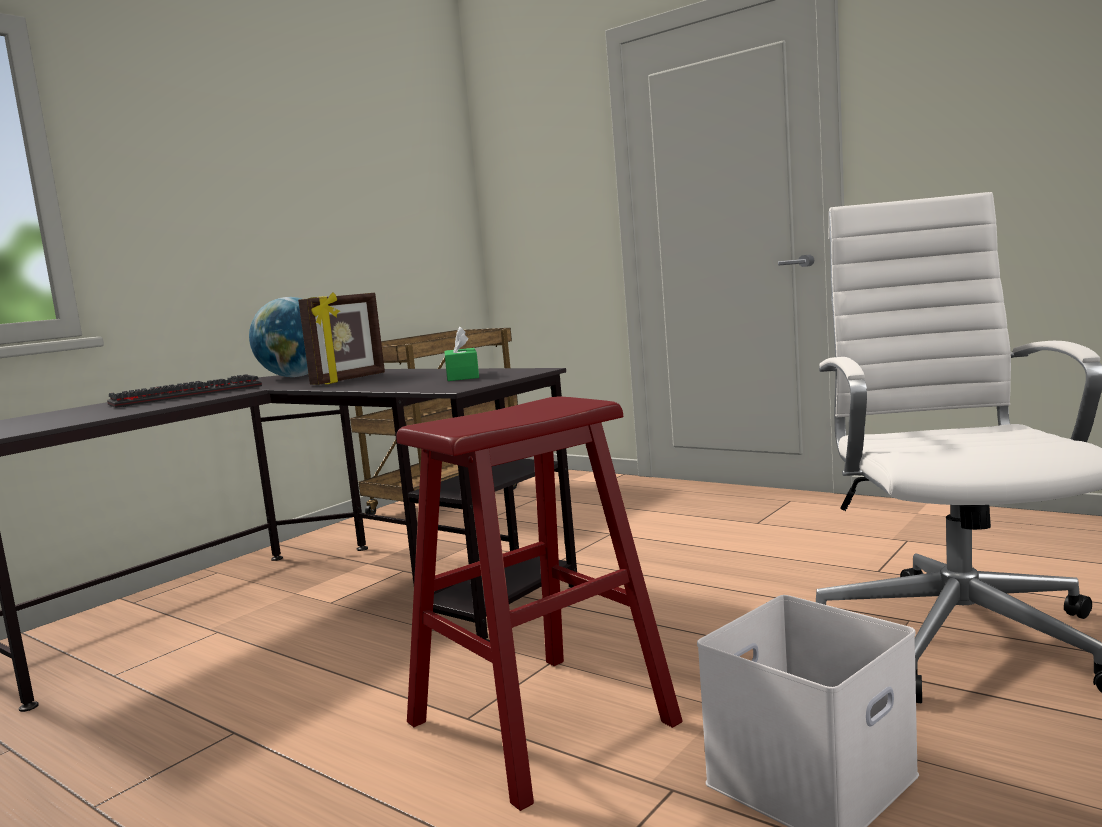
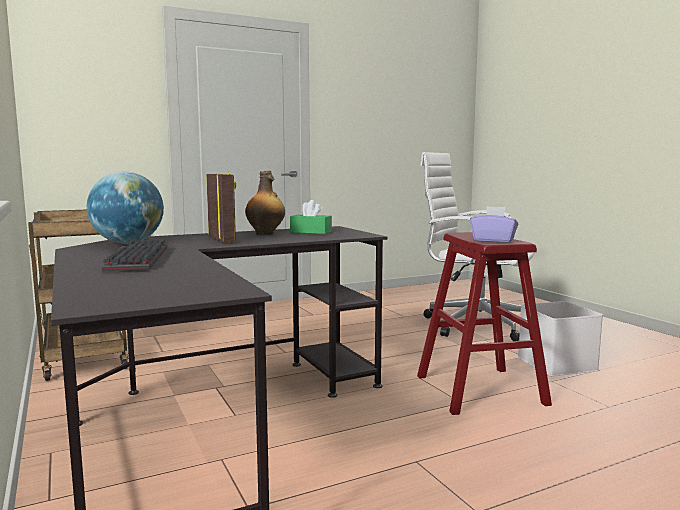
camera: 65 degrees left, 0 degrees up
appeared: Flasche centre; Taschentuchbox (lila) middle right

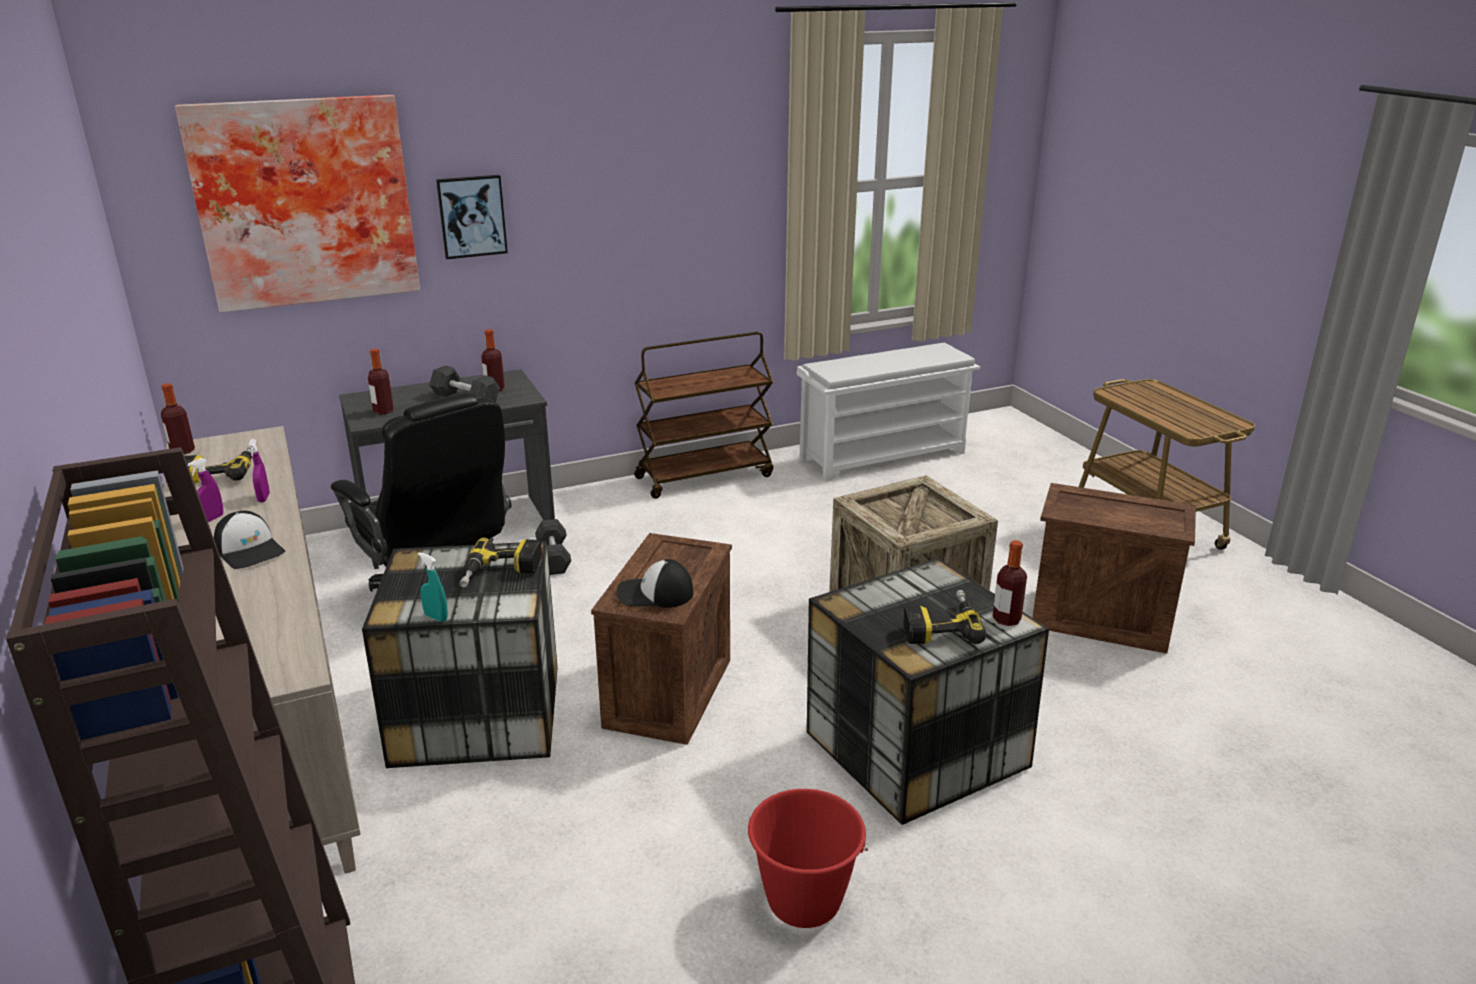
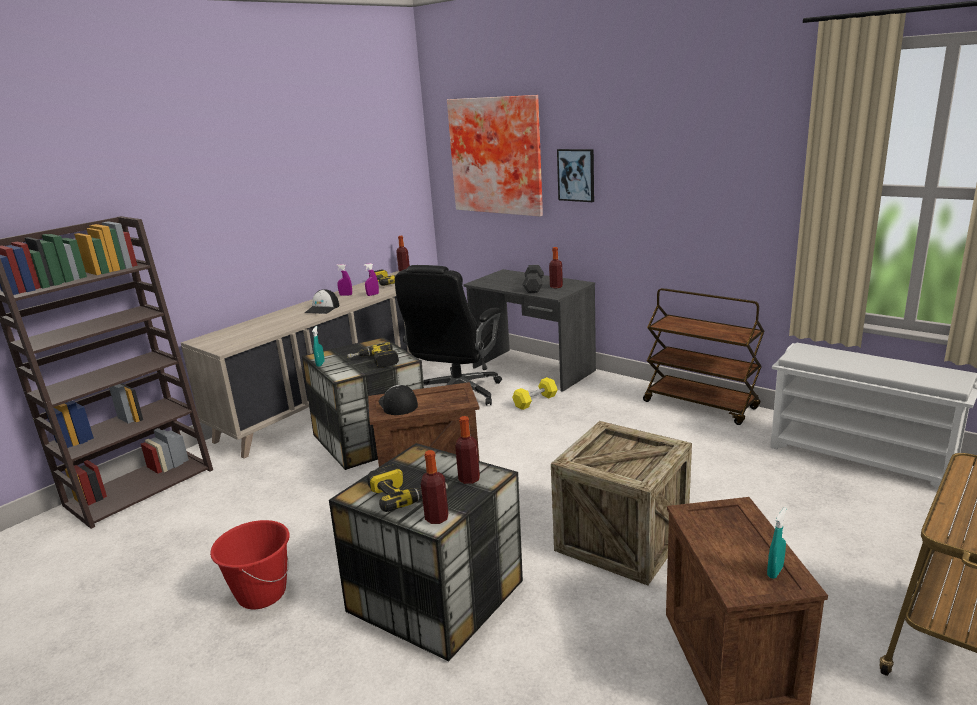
camera: 65 degrees right, 5 degrees down
appeared: Sprühflasche (türkis) (no. 2 from left) bottom right
relocated: Flasche (no. 2 from left in the first image) middle left to Flasche (no. 3 from left) centre
colour: Hantel (grau) (no. 2 from left) centre to Hantel (gelb) centre

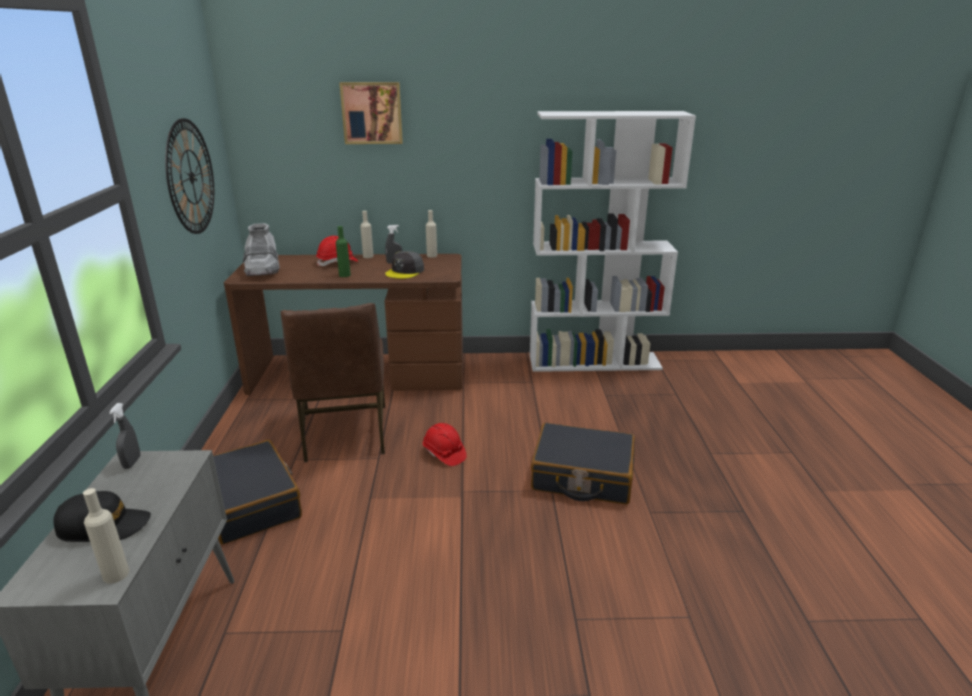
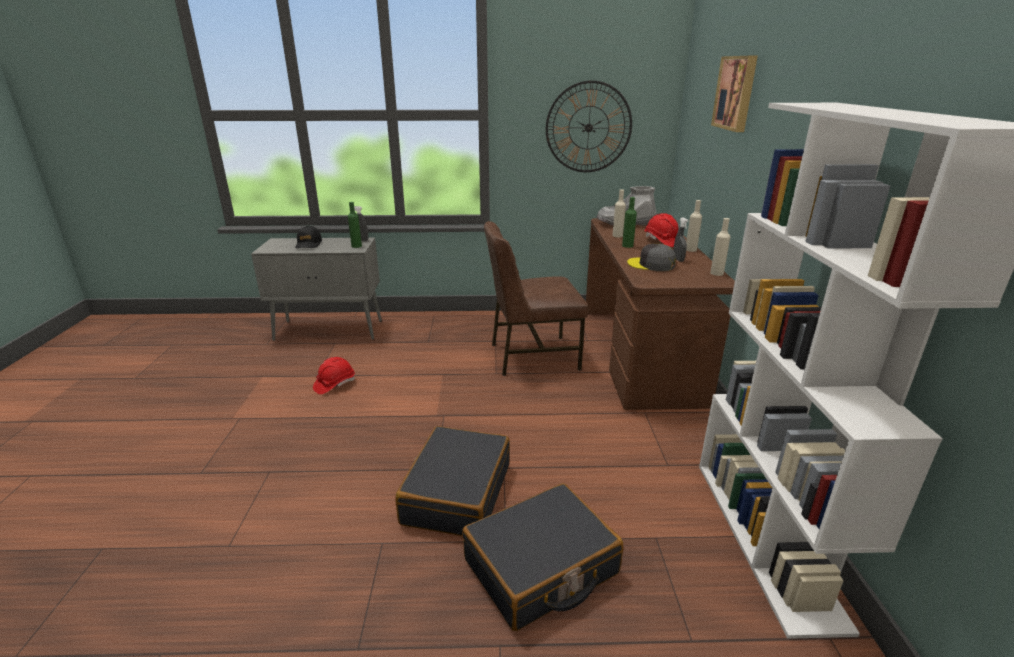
camera: 90 degrees right, 0 degrees up
appeared: Flasche (grün) (no. 1 from left) centre
relocated: Schutzhelm (rot) (no. 2 from left in the first image) centre to Schutzhelm (rot) (no. 1 from left) middle left; Koffer (schwarz) (no. 1 from left in the first image) bottom left to Koffer (schwarz) (no. 2 from left) bottom centre; Flasche (beige) (no. 1 from left) bottom left to top centre

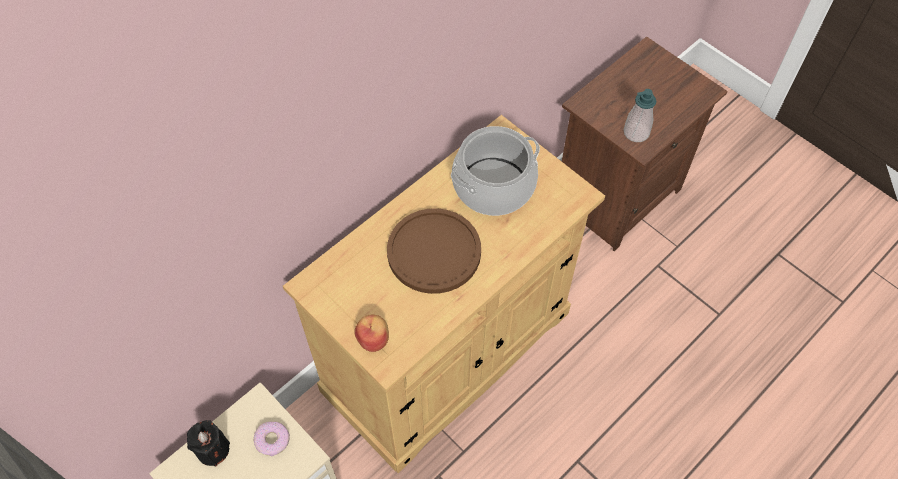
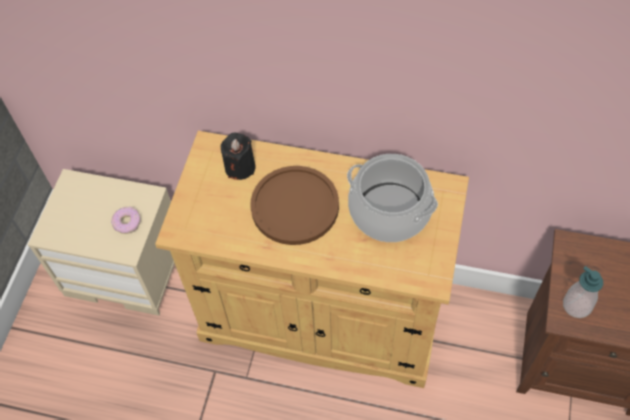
camera: 60 degrees right, 0 degrees up
missing: Apfel bottom centre
relocated: Kerze (schwarz) bottom left to centre

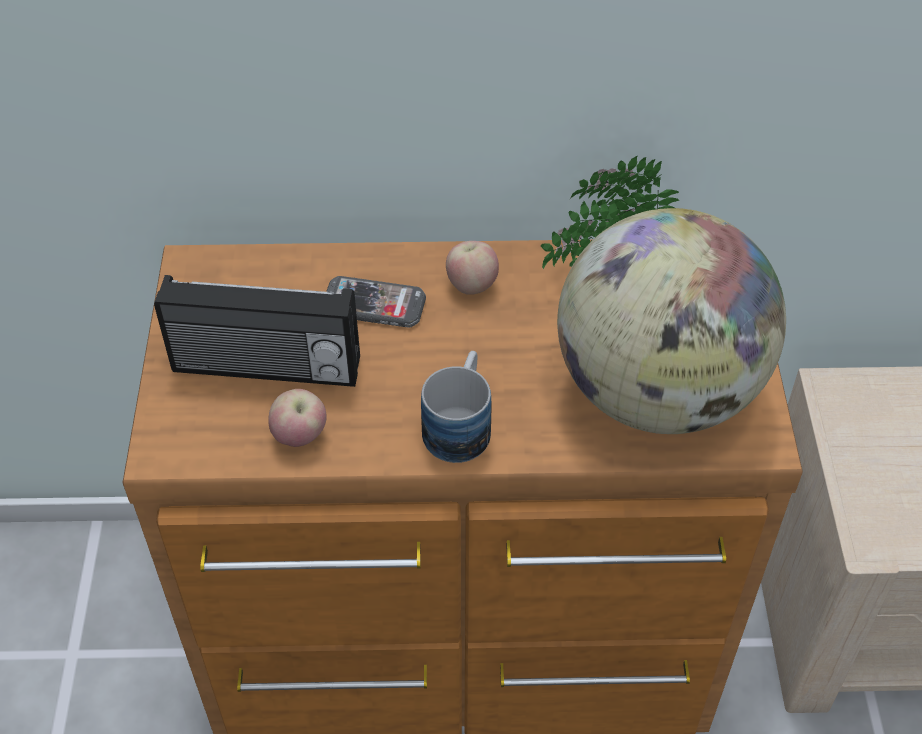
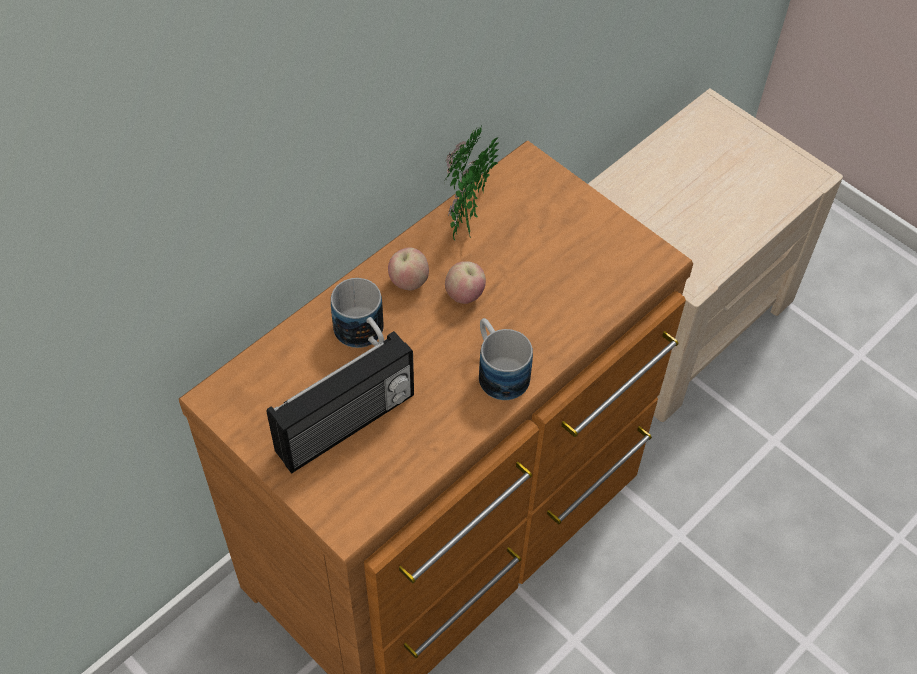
camera: 45 degrees left, 5 degrees up
missing: Globus middle right
relocated: Apfel (no. 1 from left in the first image) middle left to Apfel (no. 2 from left) centre
exchanged: Handy centre to Henkelbecher (no. 1 from left) centre

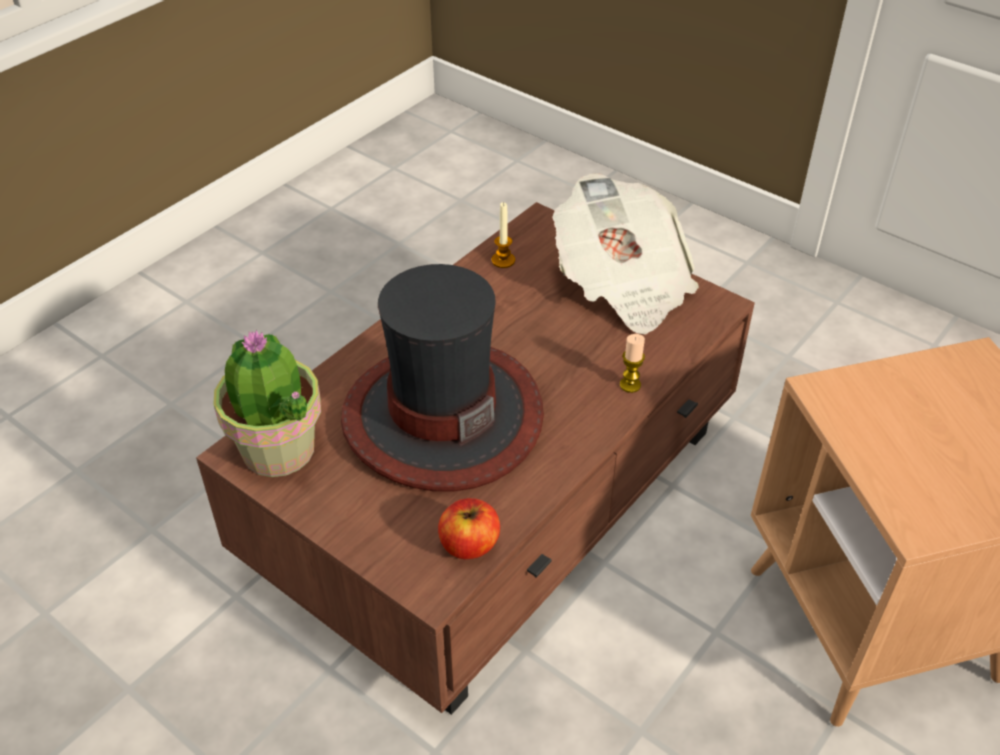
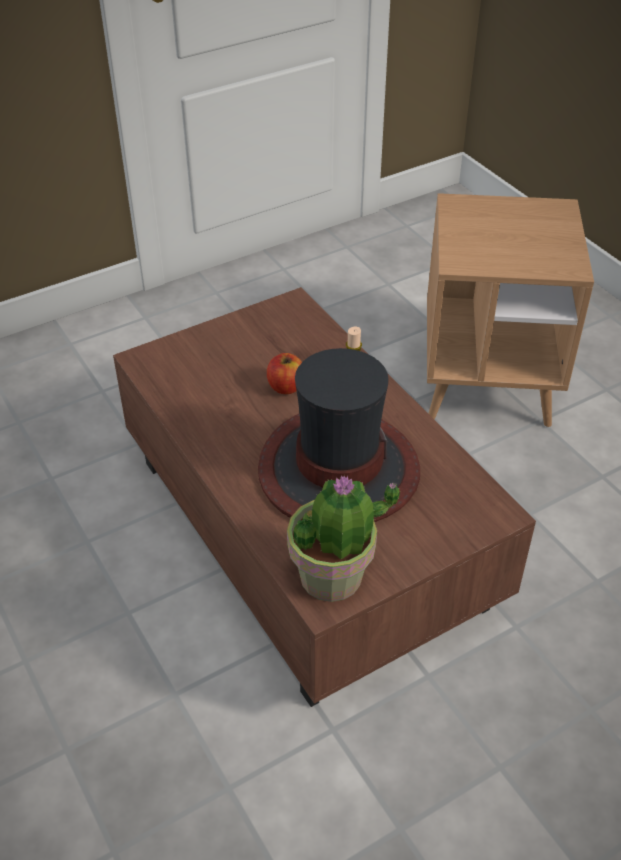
camera: 70 degrees left, 0 degrees up
missing: Zeitung centre; Kerze (no. 1 from left) top centre
relocated: Apfel bottom centre to centre

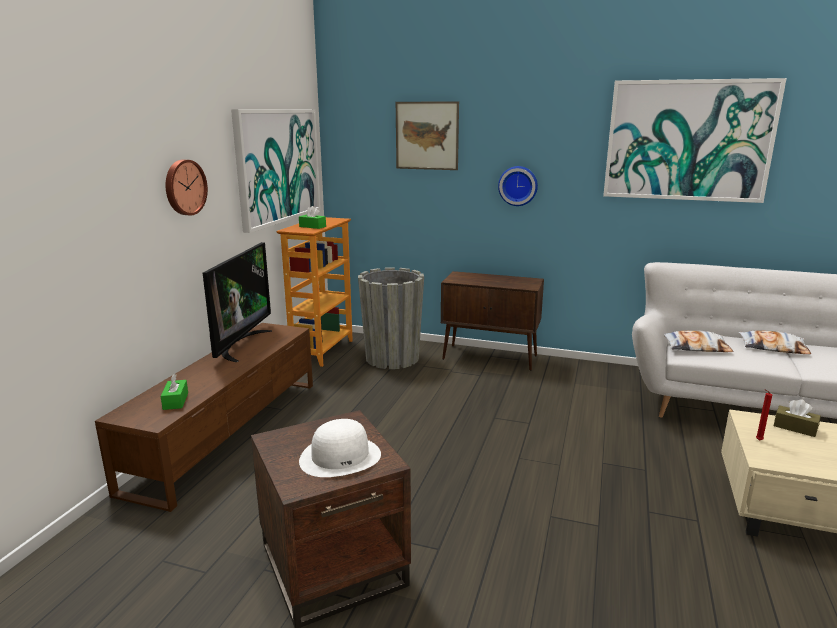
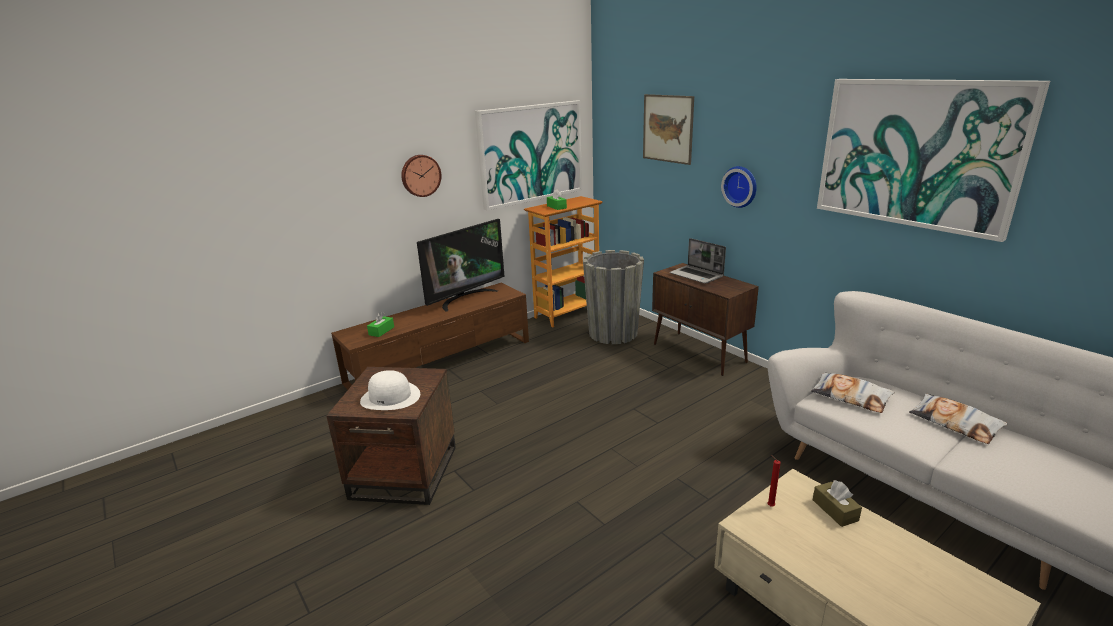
camera: 35 degrees right, 5 degrees up
appeared: Laptop centre

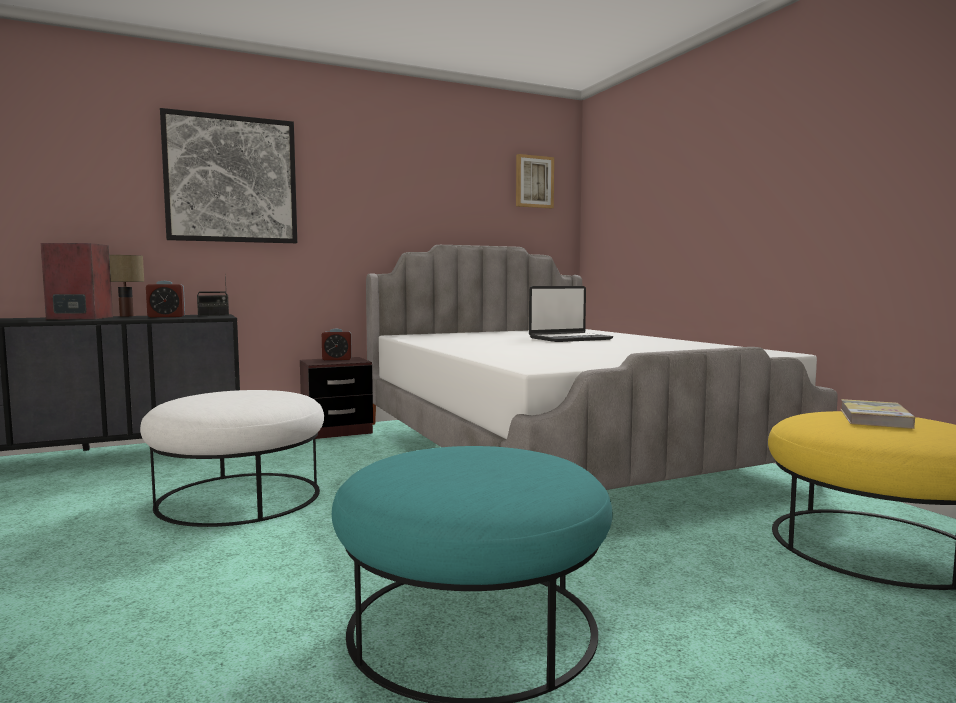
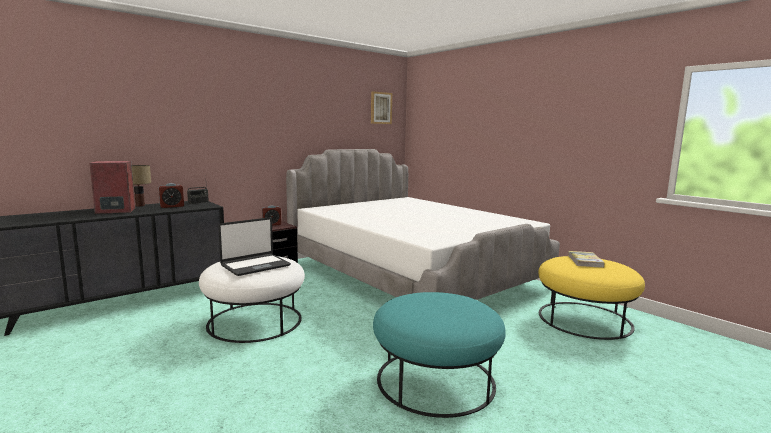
camera: 15 degrees left, 5 degrees up
missing: Bild (no. 1 from left) top left
relocated: Laptop centre to middle left

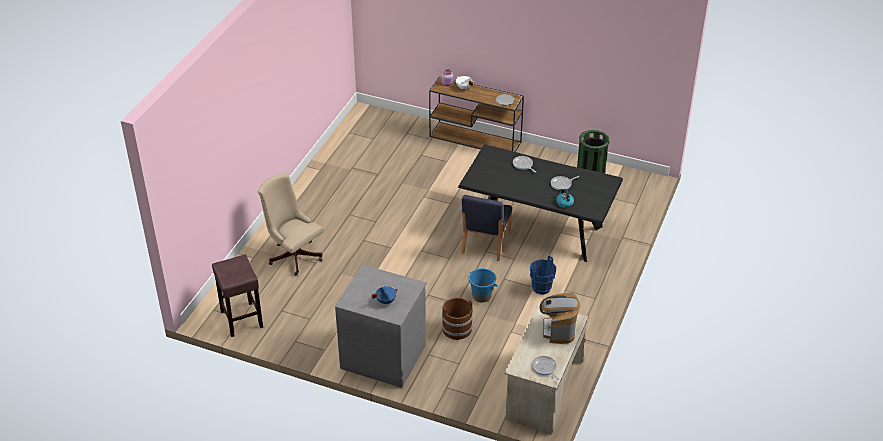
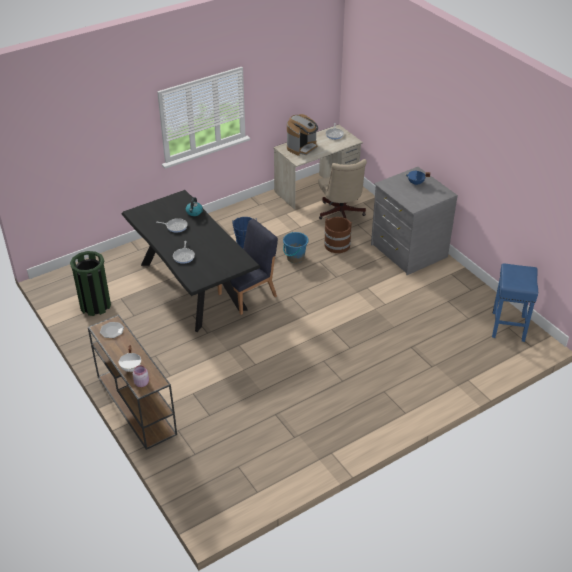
camera: 145 degrees left, 0 degrees up
relocated: Bürostuhl (beige) middle left to top centre
colour: Hocker (braun) bottom left to Hocker (blau) middle right

